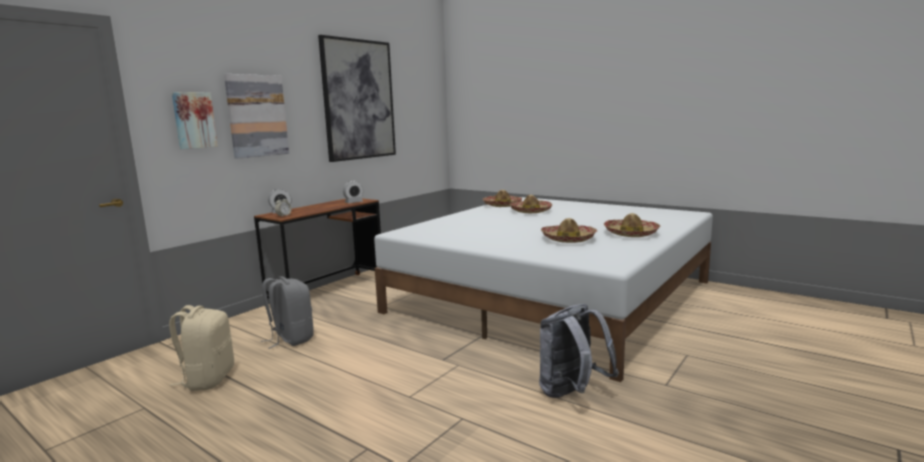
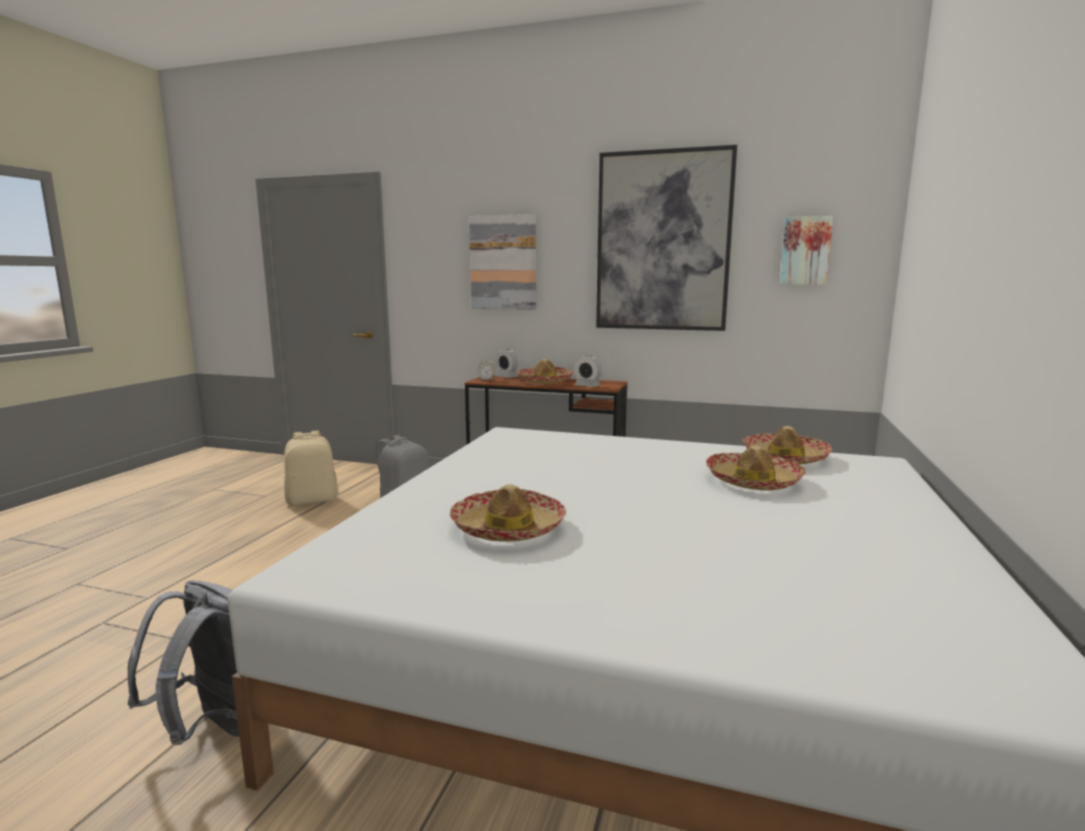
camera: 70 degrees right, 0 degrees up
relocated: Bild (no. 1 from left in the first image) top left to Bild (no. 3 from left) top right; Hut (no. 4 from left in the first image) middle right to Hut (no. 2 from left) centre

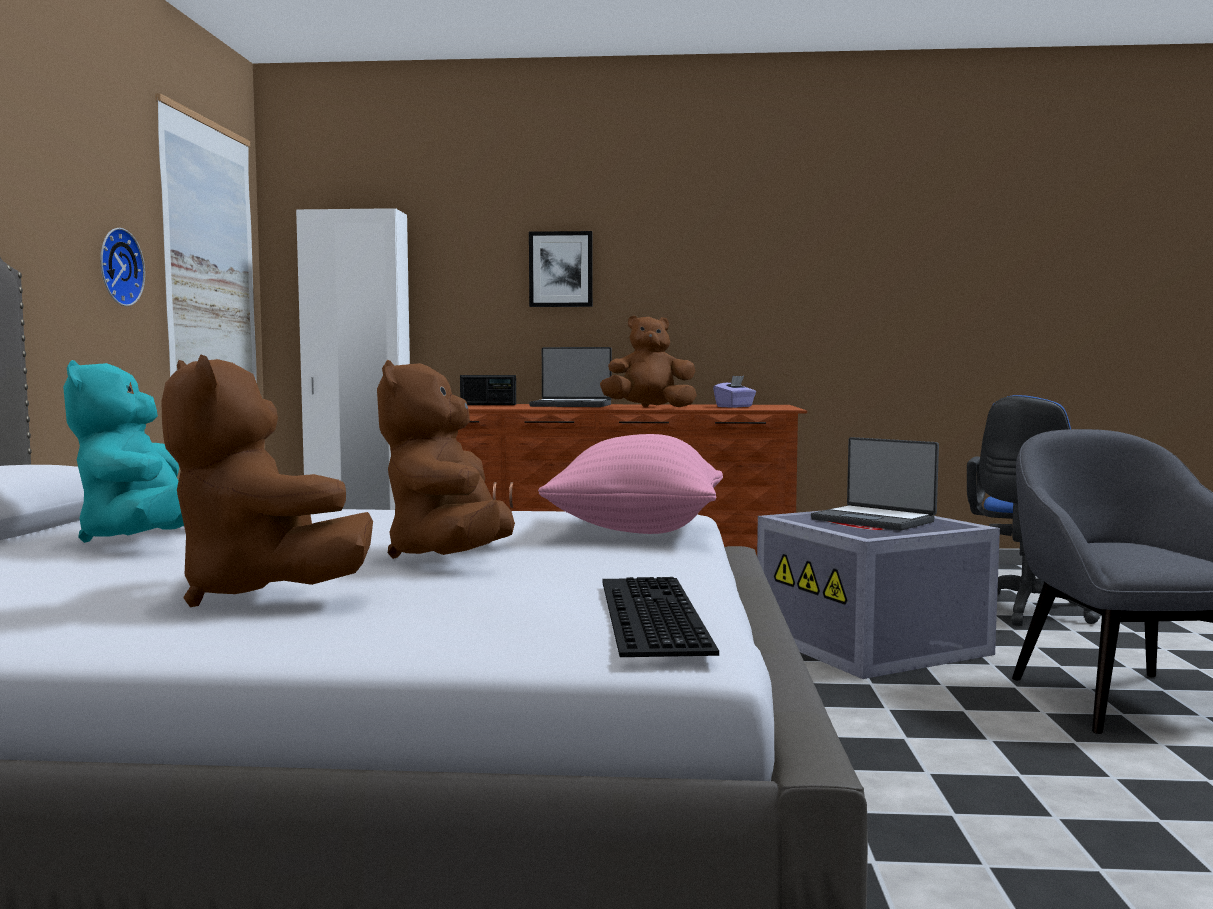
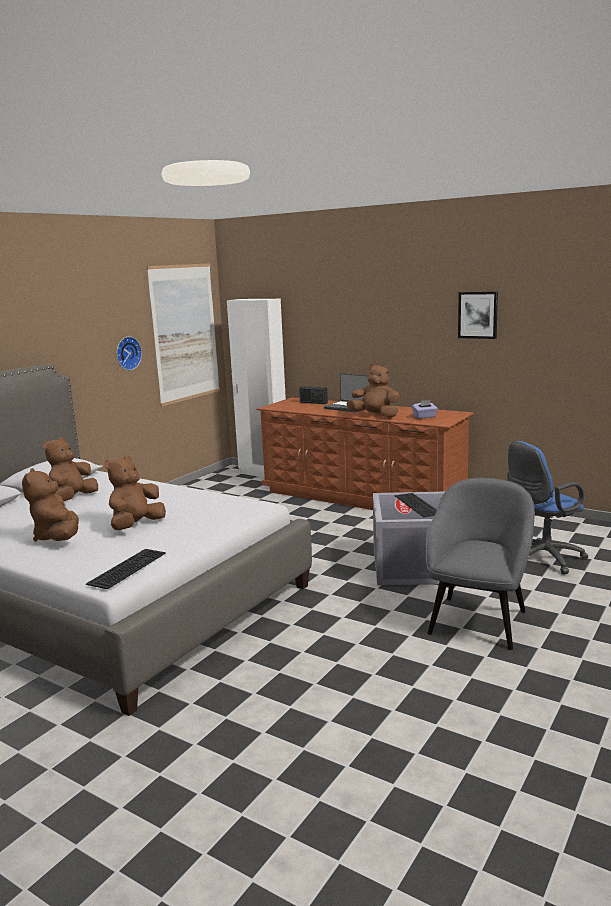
camera: 30 degrees right, 10 degrees up
missing: Kissen (rosa) centre
relocated: Bild (no. 2 from left) top centre to middle right
exchanged: Laptop (no. 2 from left) middle right to Tastatur (no. 2 from left) middle right
colour: Plüschtier (türkis) middle left to Plüschtier (braun) (no. 2 from left) middle left

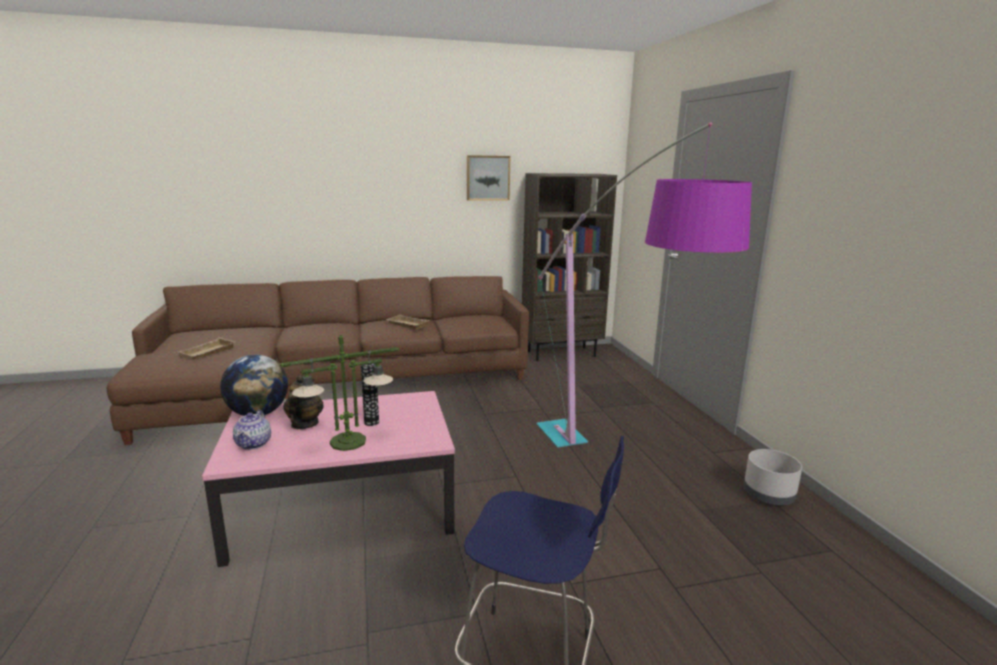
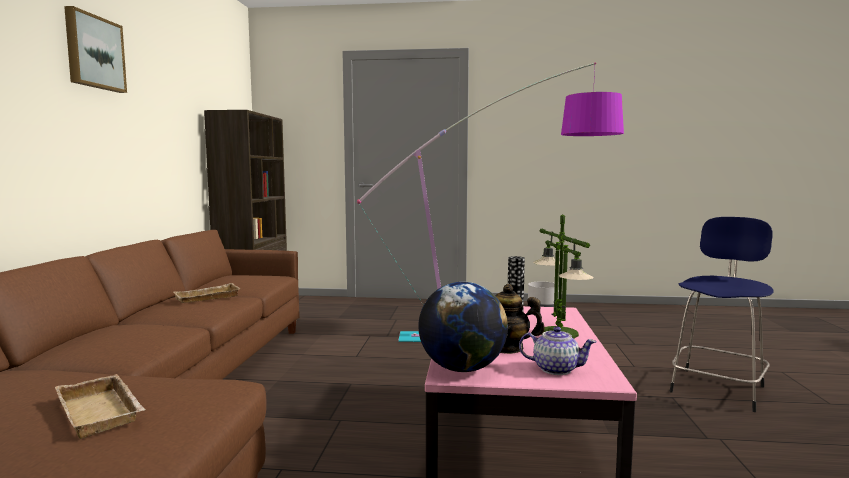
camera: 70 degrees left, 10 degrees down
relocated: Bild top centre to top left

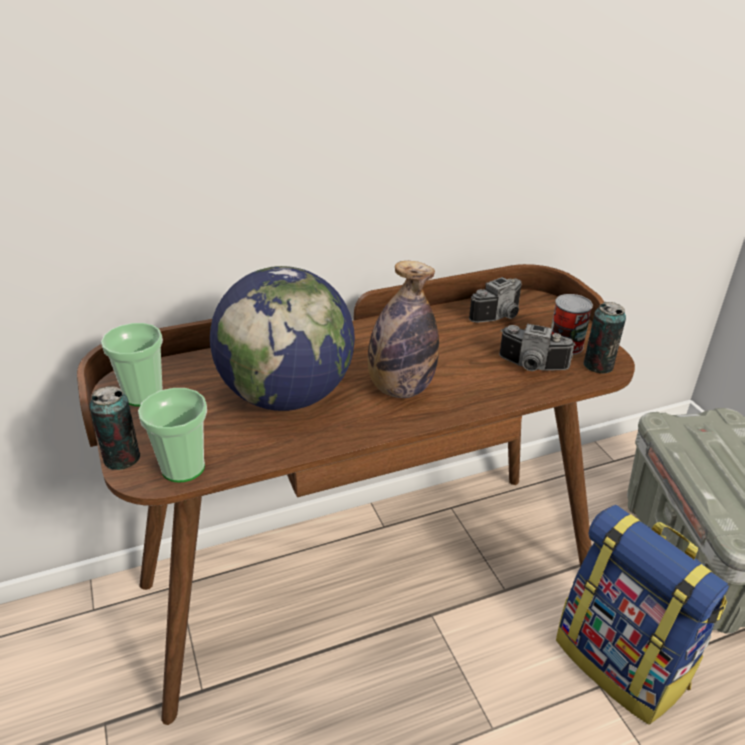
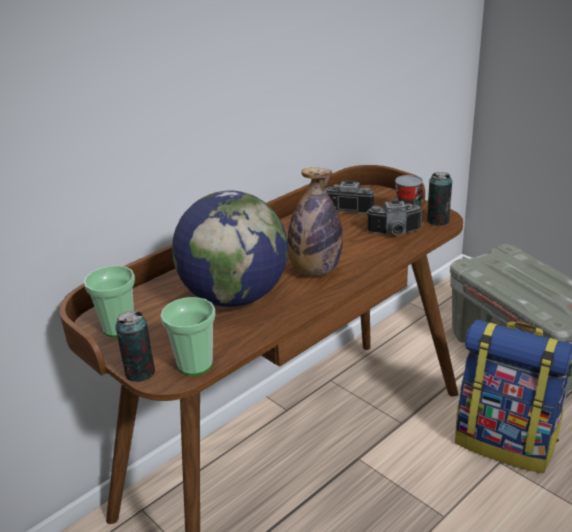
camera: 20 degrees left, 5 degrees down
spun: Kamera (no. 1 from left) centre = centre 105 degrees counterclockwise

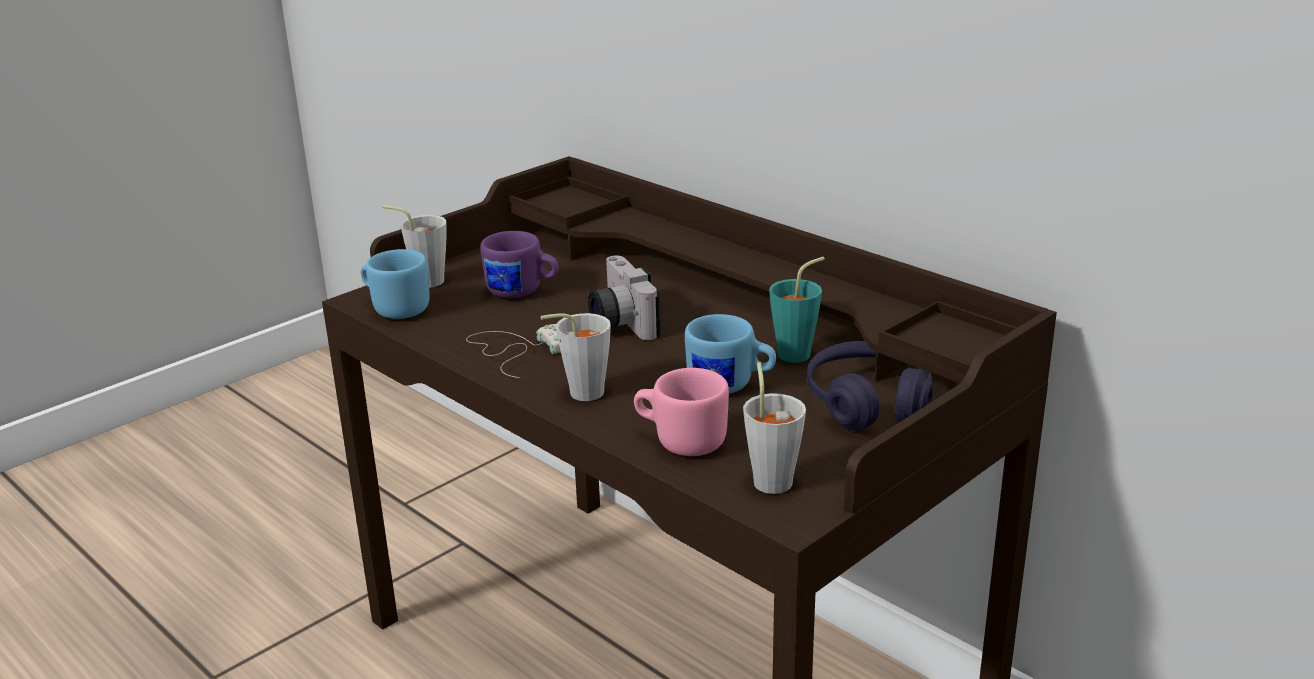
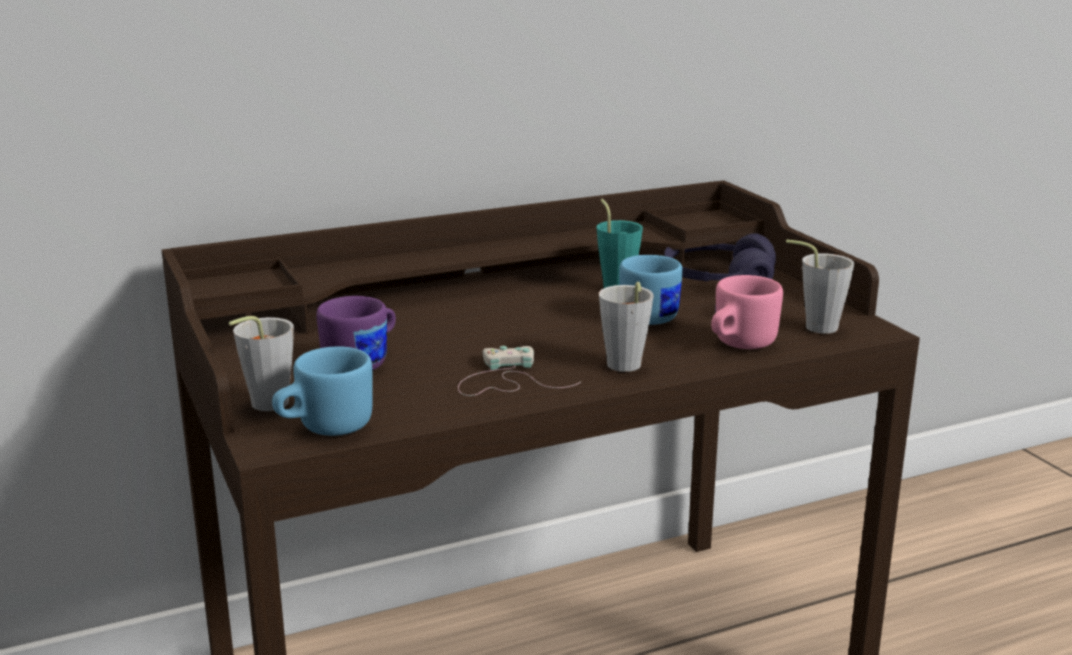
camera: 70 degrees left, 5 degrees down
missing: Kamera centre

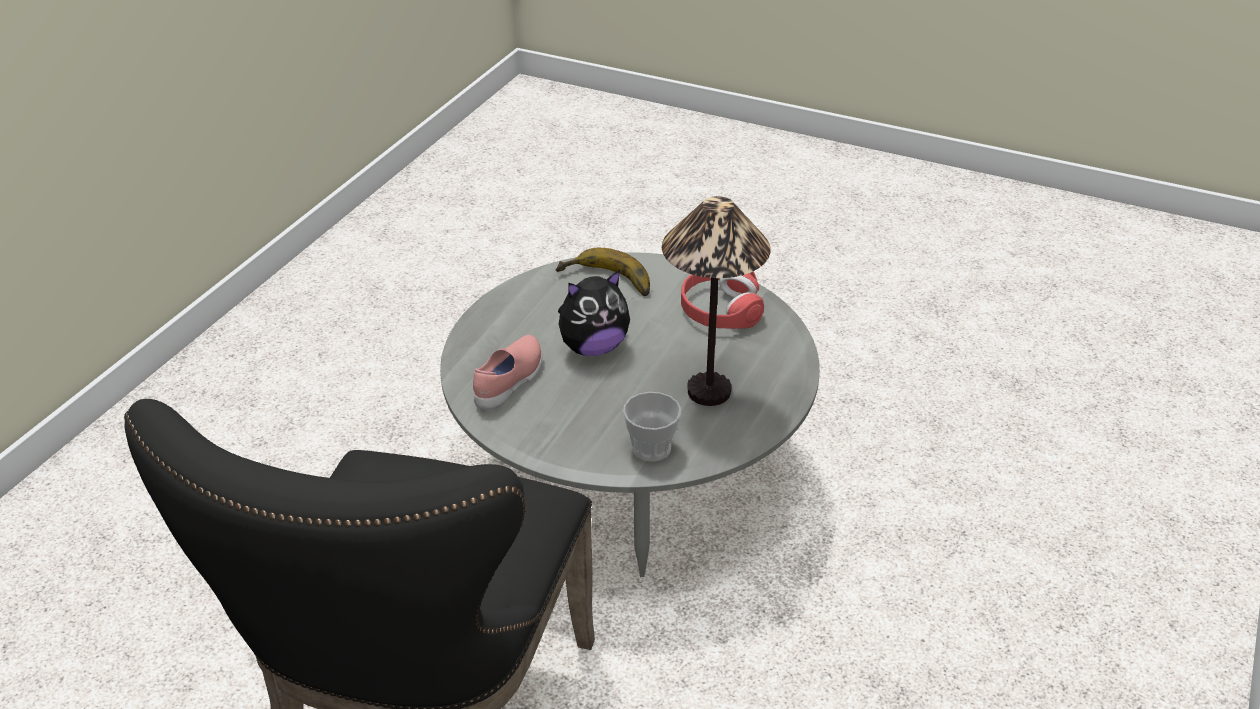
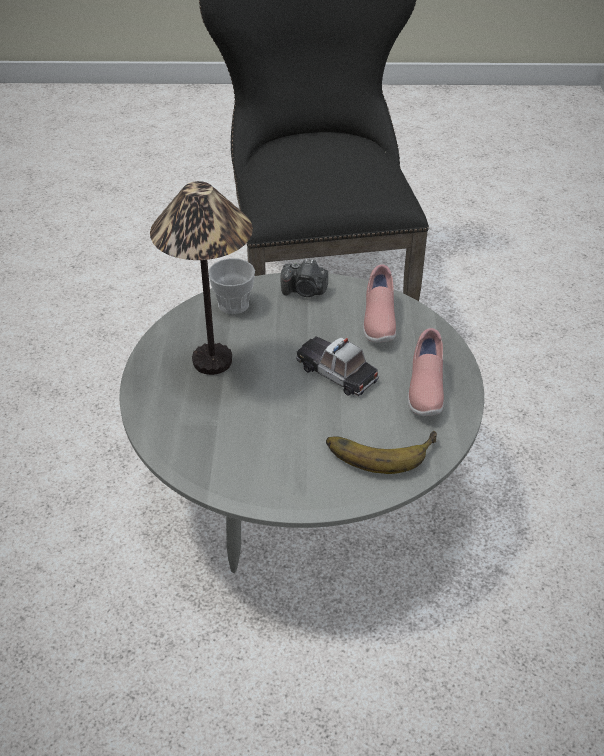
camera: 155 degrees right, 5 degrees up
missing: Kopfhörer (rot) centre
appeared: Kamera centre; Schuh (rosa) (no. 2 from left) middle right
exchanged: Plüschtier centre to Spielzeugauto centre

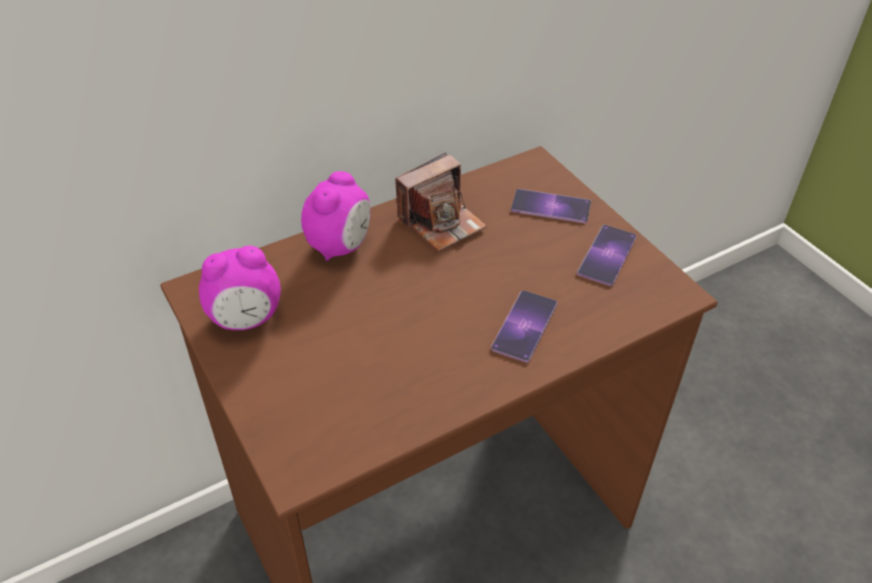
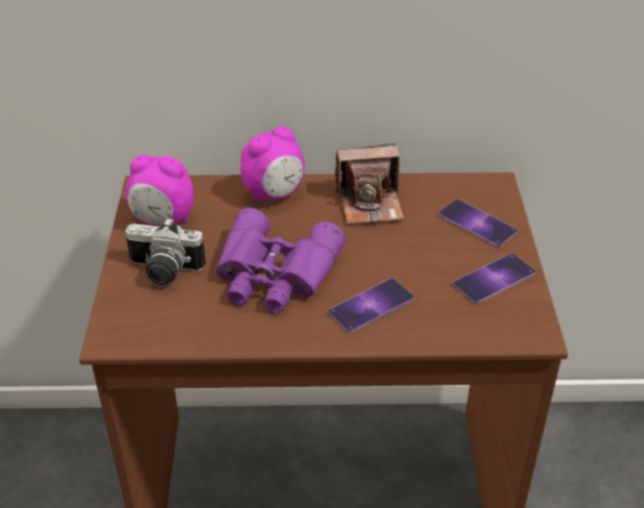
camera: 30 degrees right, 5 degrees down
appeared: Fernglas (lila) centre; Kamera (no. 1 from left) middle left

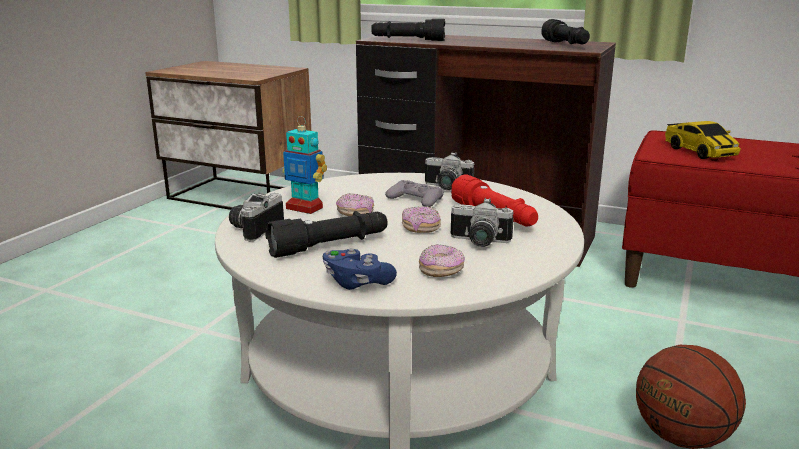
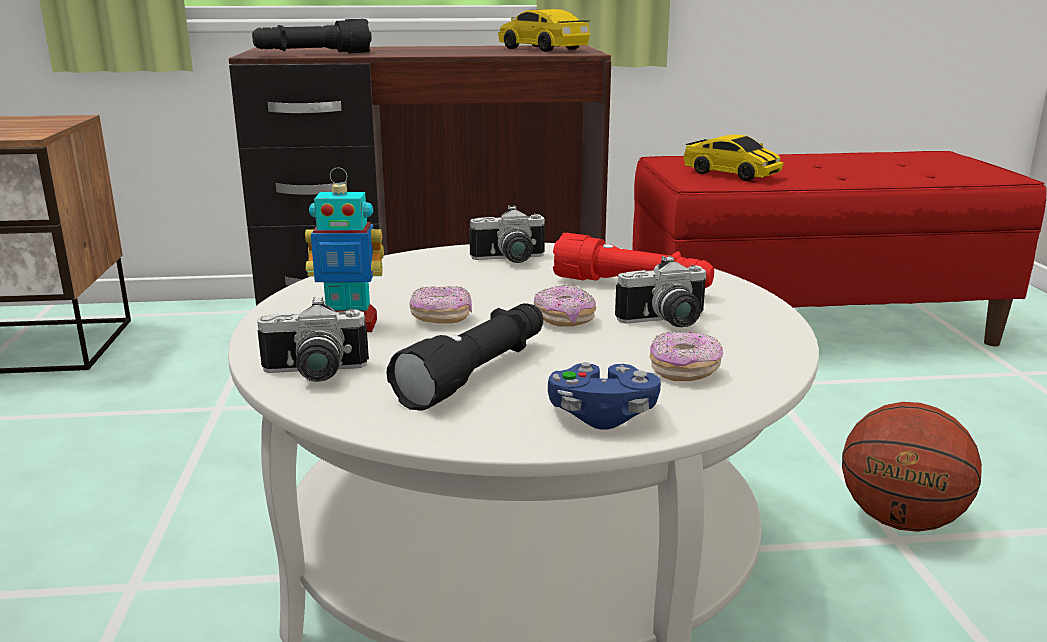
camera: 30 degrees left, 0 degrees up
missing: Gamepad (grau) centre
exchanged: Taschenlampe (schwarz) (no. 3 from left) top right to Spielzeugauto (no. 1 from left) top centre
spun: Kamera (no. 1 from left) middle left = middle left 90 degrees counterclockwise

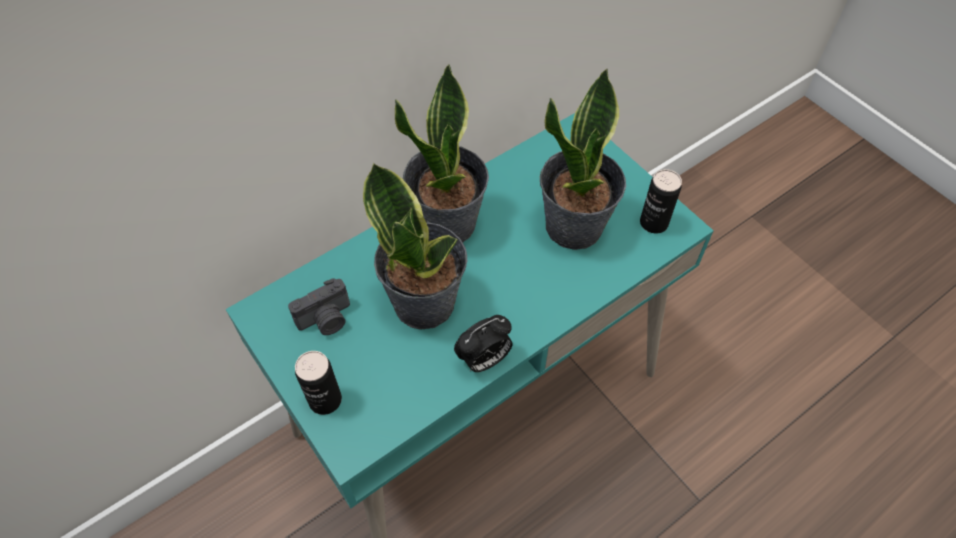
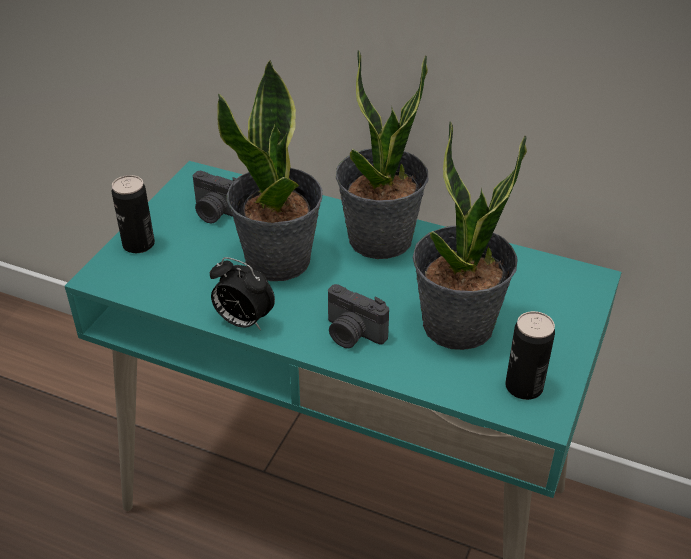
camera: 60 degrees right, 15 degrees down
appeared: Kamera (no. 2 from left) centre

